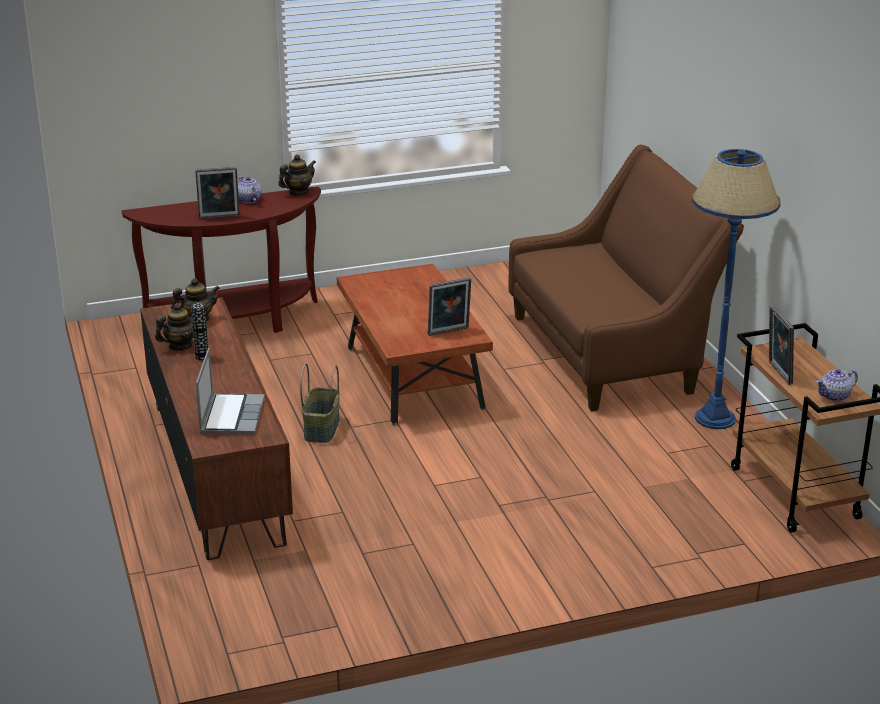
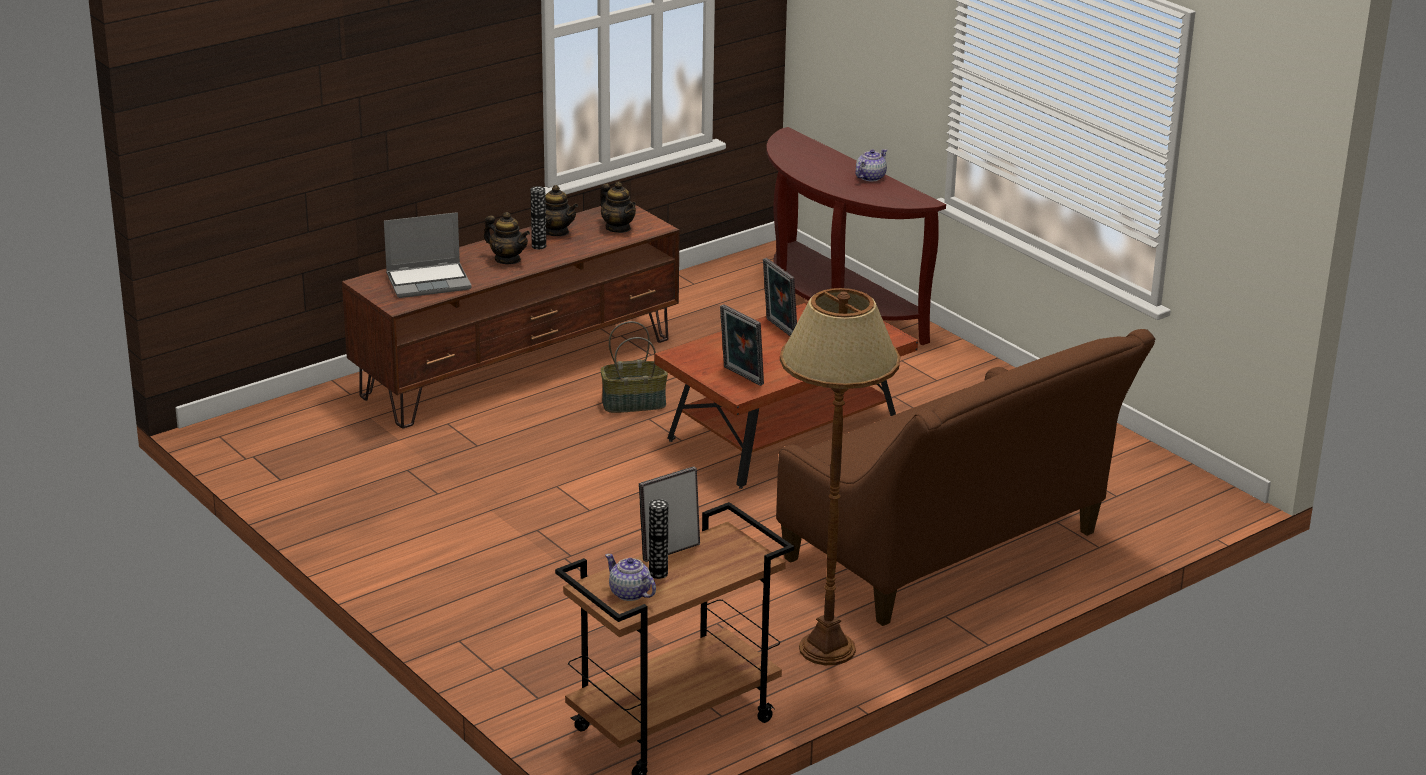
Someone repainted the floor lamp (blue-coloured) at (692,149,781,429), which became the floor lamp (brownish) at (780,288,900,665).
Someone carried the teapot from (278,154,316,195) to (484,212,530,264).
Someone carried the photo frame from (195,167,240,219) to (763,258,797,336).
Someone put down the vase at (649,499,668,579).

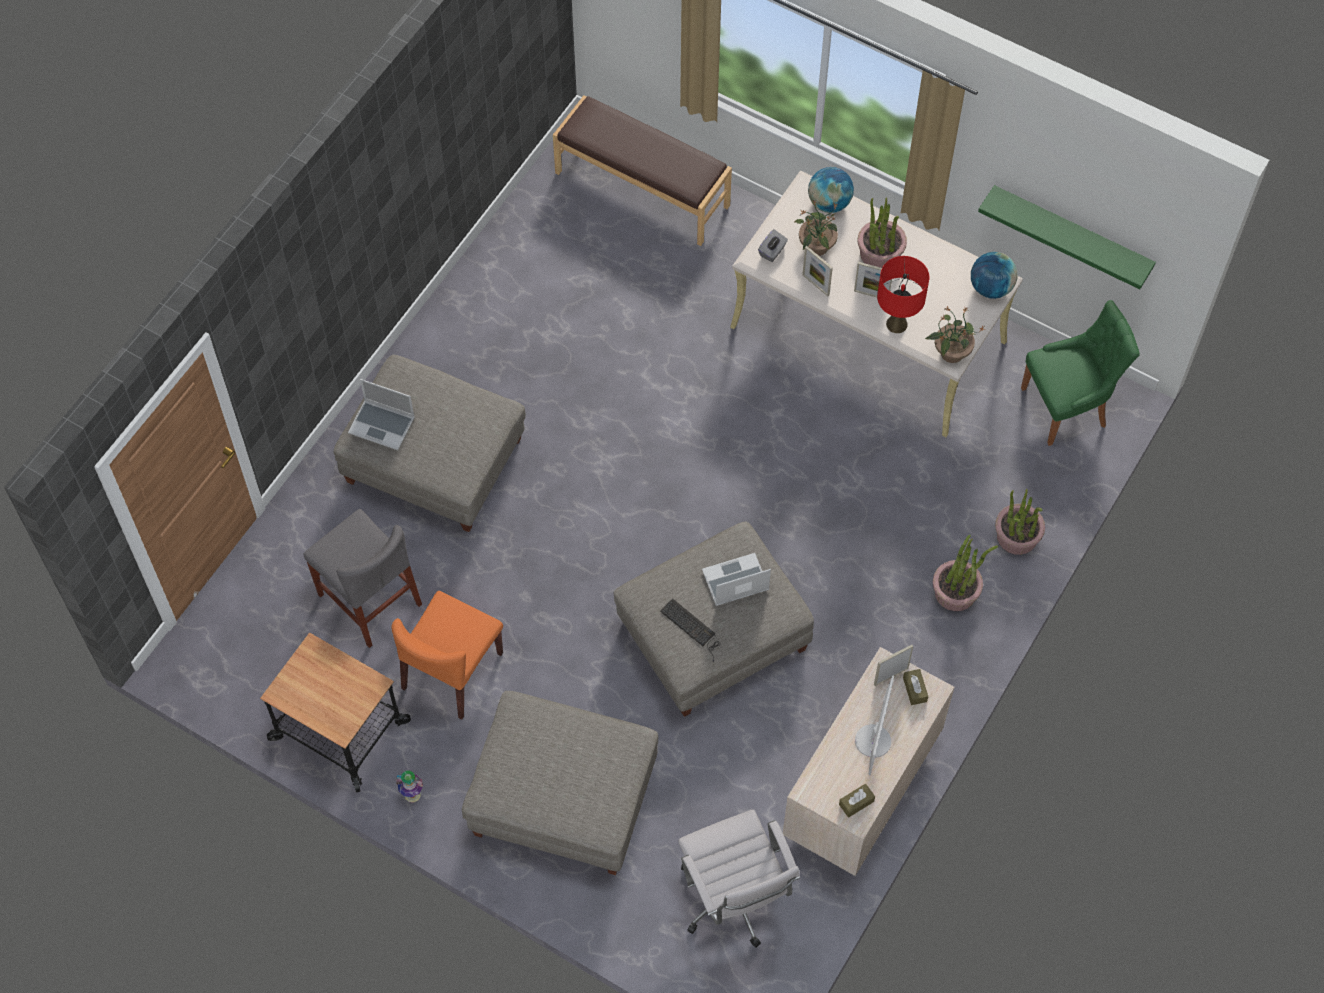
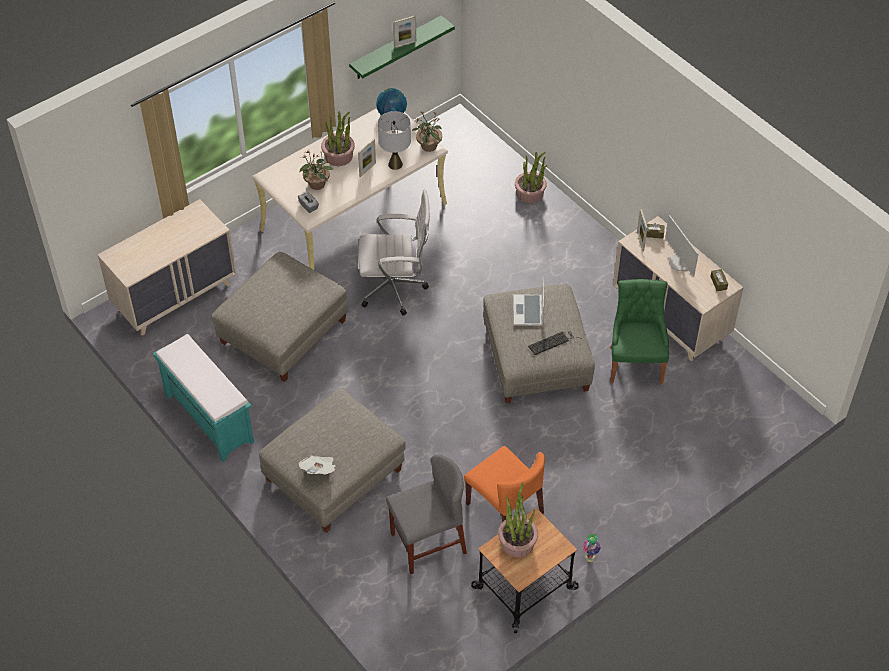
Someone swapped the bench (brownish) at (553,95,732,246) for the dresser (sand-coloured) at (98,199,236,336).
Someone took away the desk globe at (808,167,854,213).
Someone carried the photo frame from (802,246,833,296) to (393,15,416,48).
Someone repainted the lamp for a table (reddish) at (877,256,929,333), which became the lamp for a table (gray) at (378,111,411,170).
Someone carried the plain chair (green-coloured) from (1021,300,1140,446) to (610,279,669,384).
Someone swapped the portable computer at (348,379,415,450) for the newspaper at (299,455,335,475).
Someone carried the potted plant from (933,535,998,611) to (498,483,538,557).
Someone rotated the computer display at (855,675,894,776) by 150 degrees counterclockwise.
Someone carried the ottoman (gray) from (462,691,658,875) to (211,252,348,382).
Someone carried the office chair (white-coloured) from (678,810,800,948) to (359,189,430,315).
Someone put down the bench (turquoise) at (153,334,254,462).

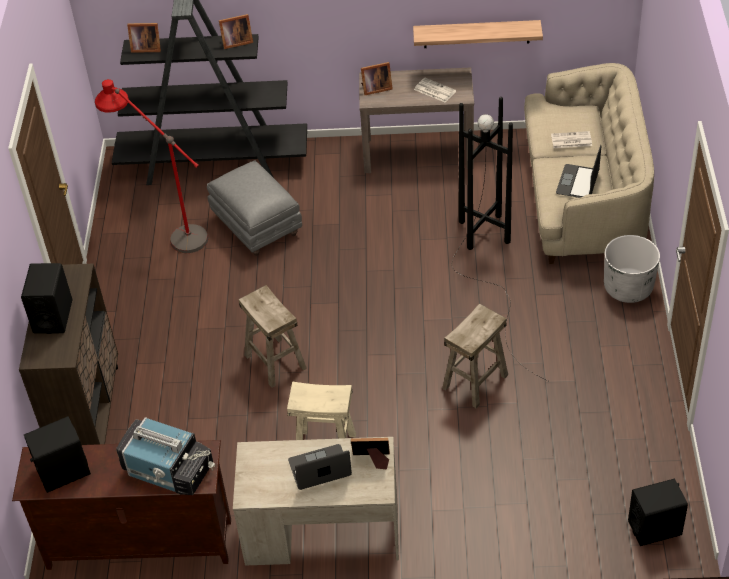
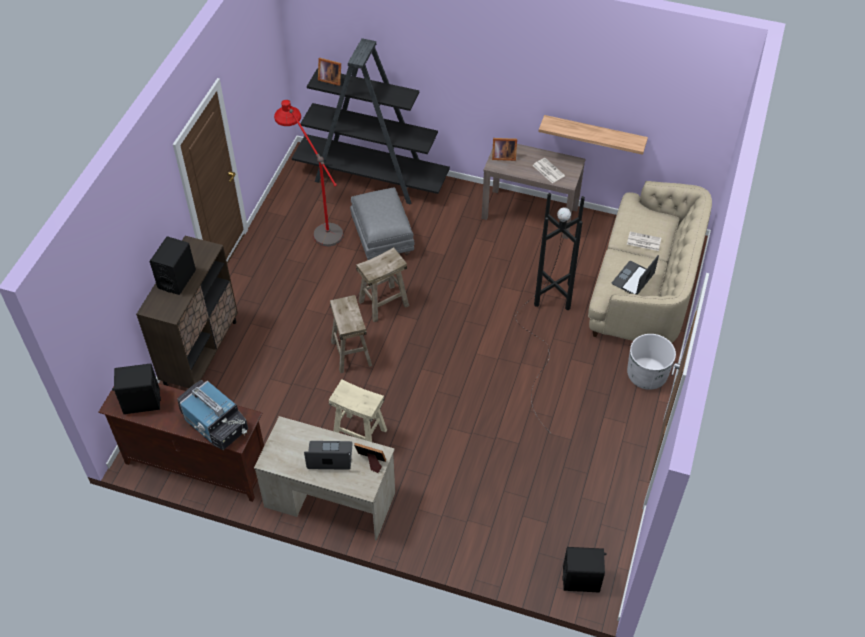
Someone took away the photo frame at (219,14,253,49).
Someone carried the stool (sand-coloured) from (442,303,508,408) to (356,247,409,323).

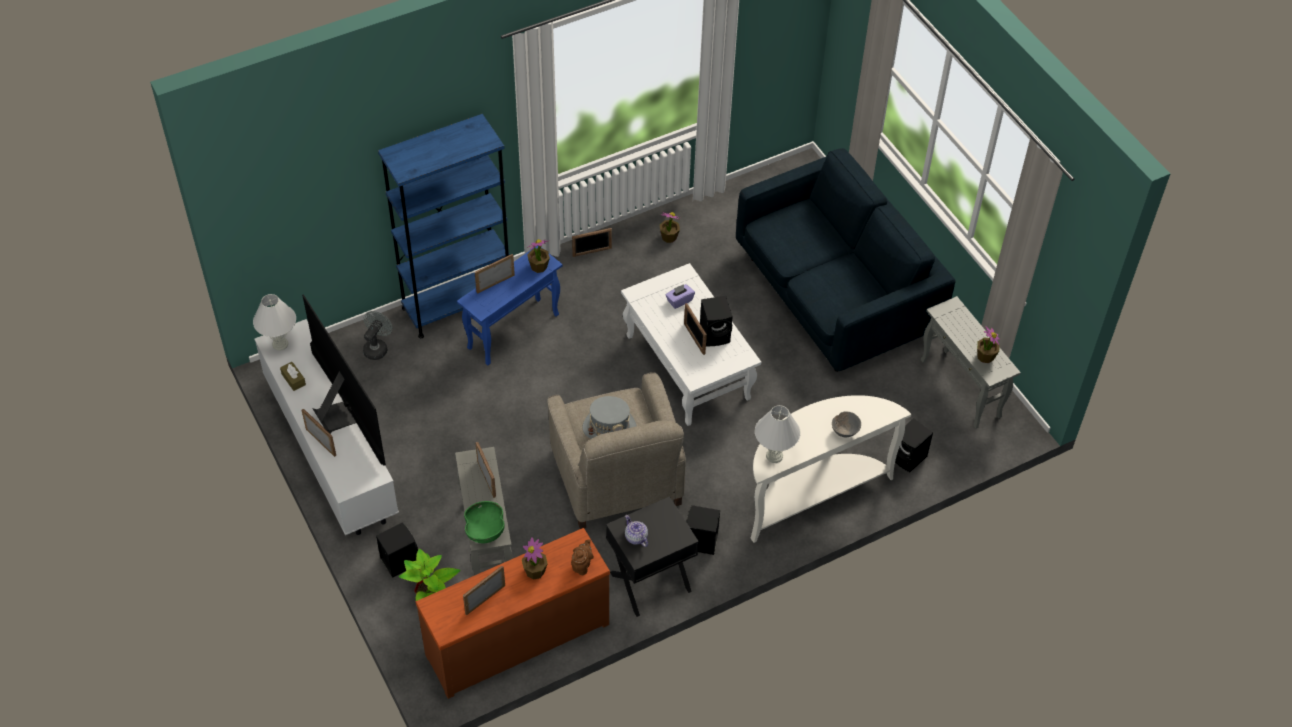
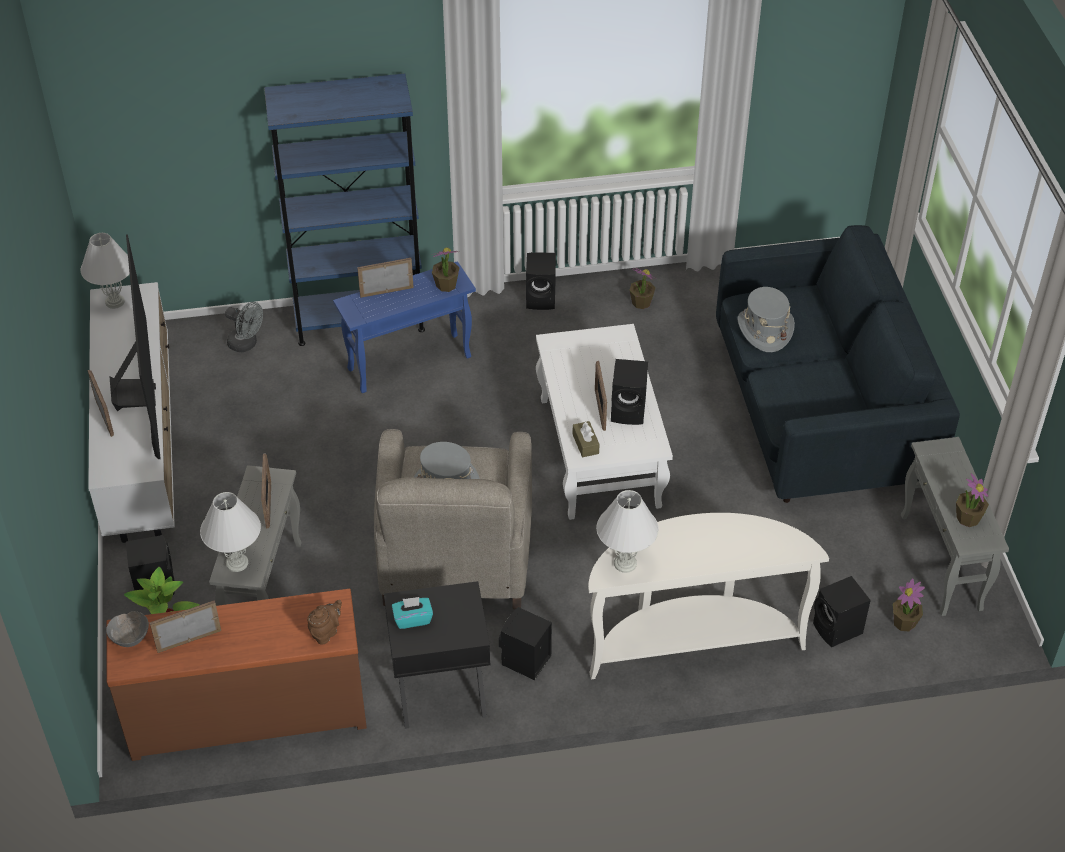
Someone swapped the photo frame at (572,228,612,257) for the loudspeaker (black) at (526,252,556,310).
Someone took away the box of tissues (purple-coloured) at (665,284,695,309).
Someone rotated the electric fan (gray) at (363,311,393,360) by 75 degrees clockwise.
Someone carried the box of tissues (brownish) from (280,362,306,391) to (572,421,600,457).
Someone carried the bowl (gray) from (832,411,861,437) to (106,611,149,647).
Someone swapped the bowl (green-coloured) at (464,501,505,544) for the lamp for a table (white-coloured) at (200,492,261,572).
Someone swapped the teapot at (625,515,648,547) for the box of tissues (turquoise) at (392,597,433,629).
Someone carried the potted plant from (522,537,548,580) to (893,579,925,631).
Someone put down the wearable hat (gray) at (738,287,795,352).

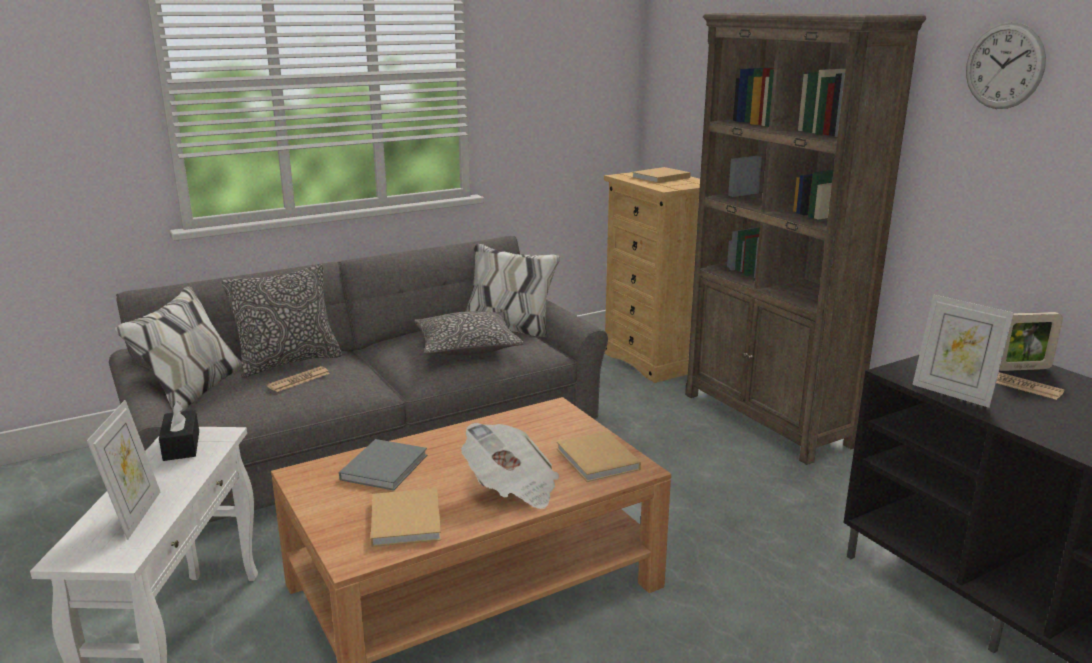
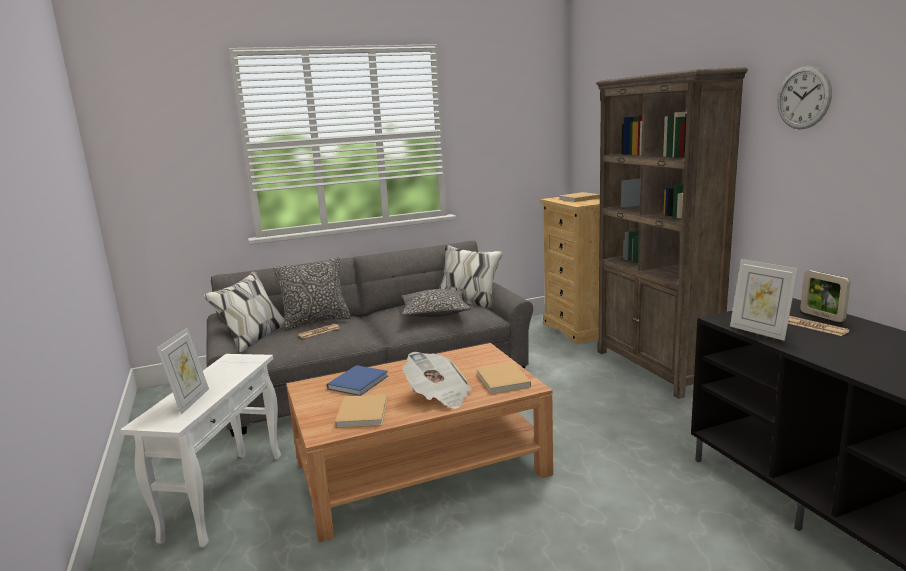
Someone rotated the photo frame at (999,312,1063,371) by 60 degrees clockwise.
Someone took away the box of tissues (black) at (159,401,199,461).
Someone repainted the book (gray) at (339,439,427,490), which became the book (blue-coloured) at (327,365,388,396).

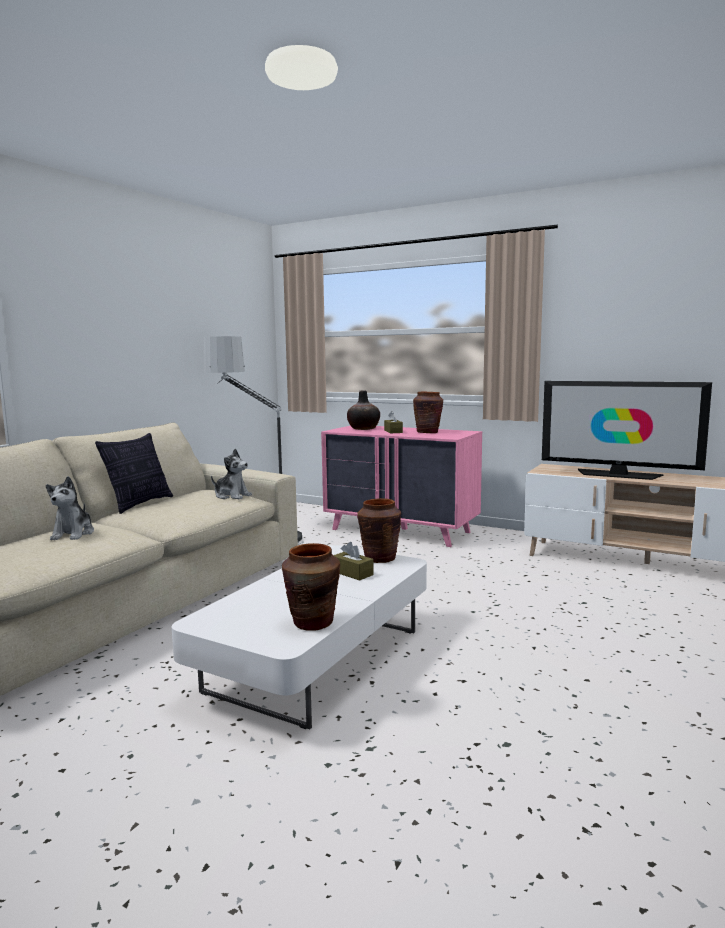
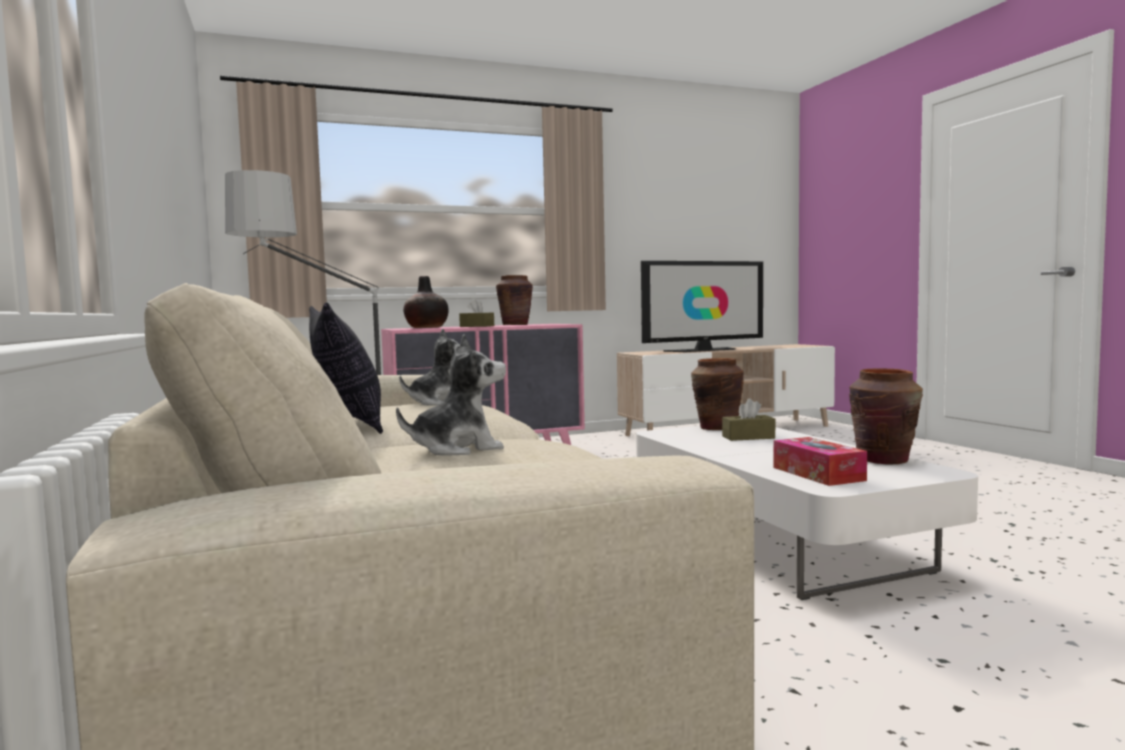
Someone rotated the plush toy at (46,476,94,540) by 60 degrees counterclockwise.
Someone put down the box of tissues at (773,437,867,486).

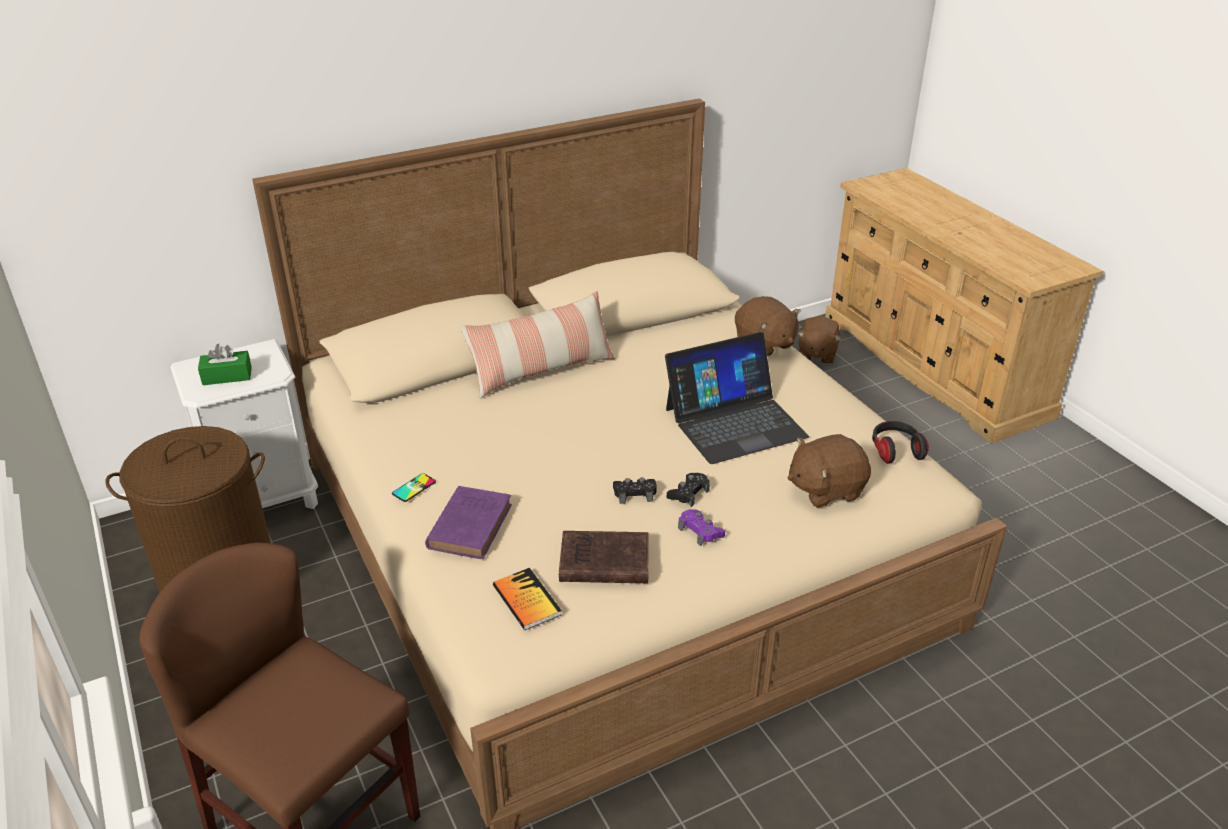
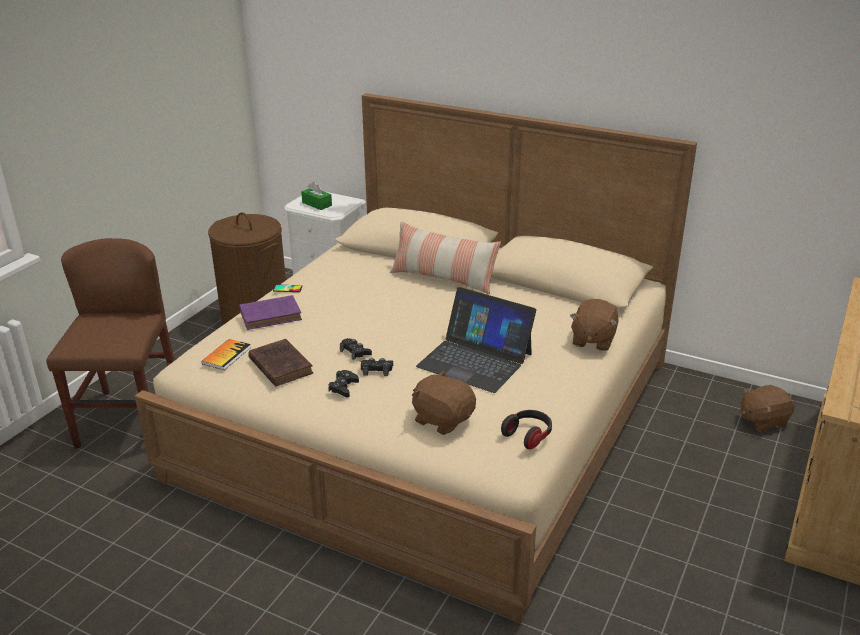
Someone repainted the gamepad (purple-coloured) at (678,510,725,546), which became the gamepad (black) at (328,370,359,397).

